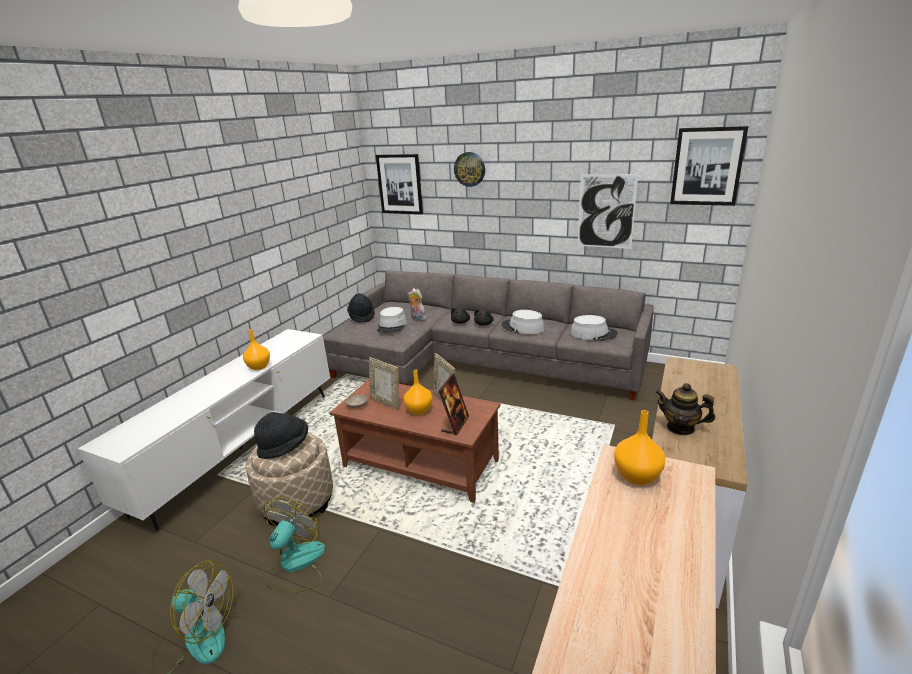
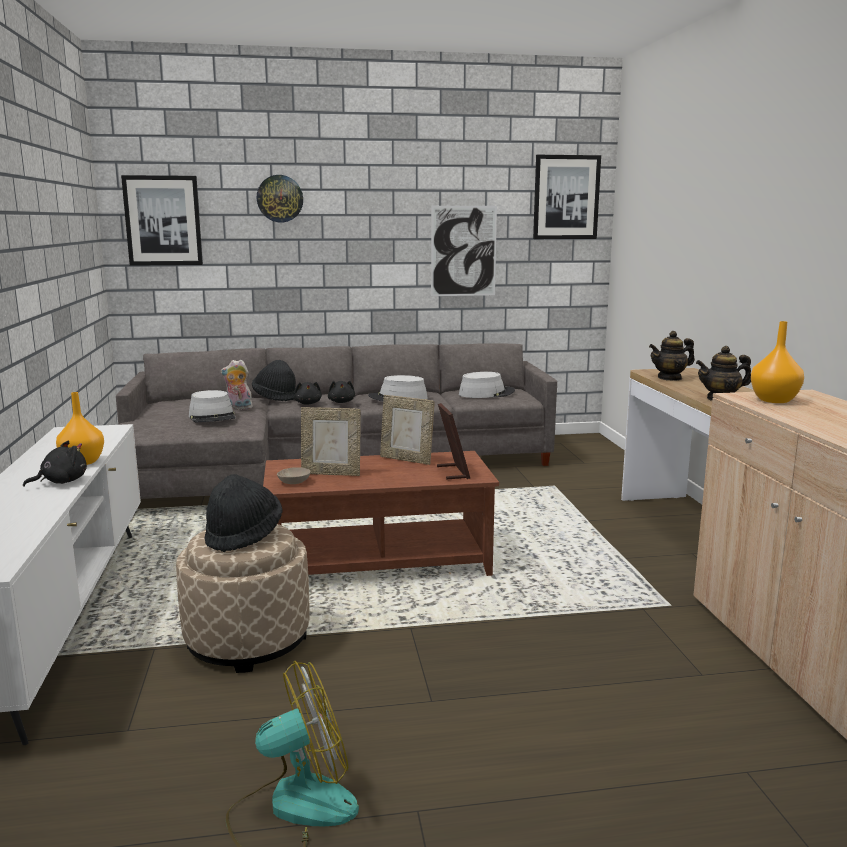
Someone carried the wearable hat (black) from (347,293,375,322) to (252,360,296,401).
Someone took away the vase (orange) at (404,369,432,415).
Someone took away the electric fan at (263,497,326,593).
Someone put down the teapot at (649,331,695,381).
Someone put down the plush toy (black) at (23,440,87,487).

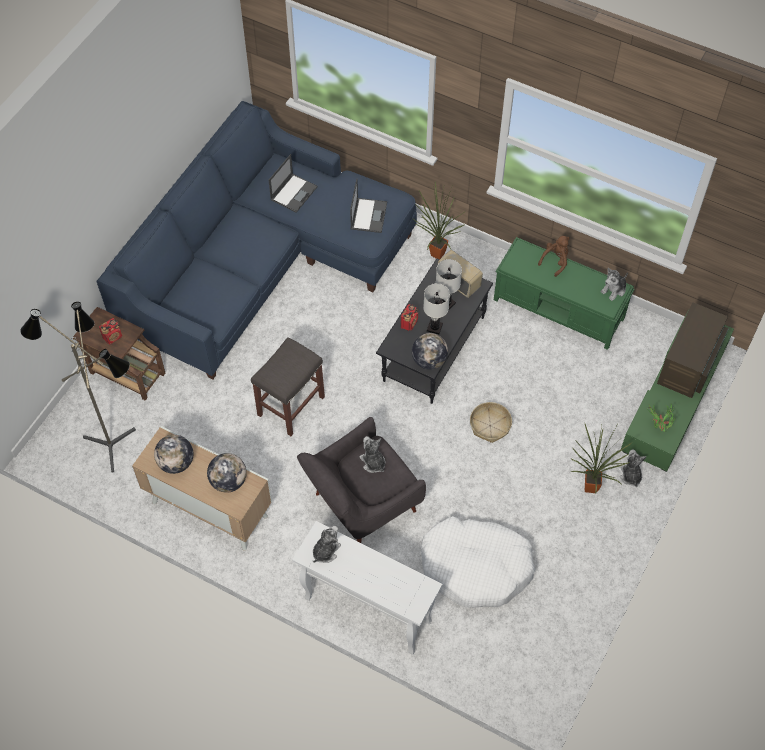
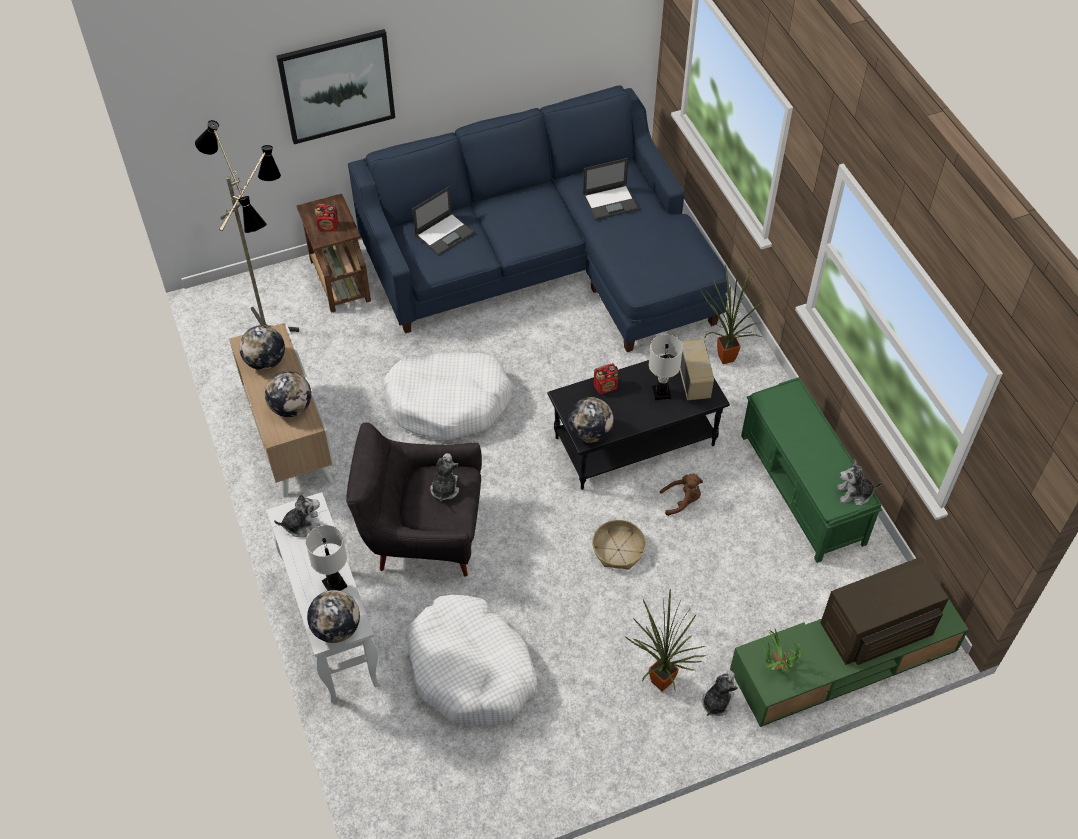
Someone carried the portable computer from (350,179,387,233) to (412,186,475,256).
Someone carried the plush toy (brownish) from (538,236,570,277) to (660,474,703,516).
Someone carried the lamp for a table (white-coloured) from (423,283,450,334) to (306,525,347,591).
Someone swapped the stool (gray) at (251,337,325,436) for the dog cushion (white-coloured) at (383,352,512,440).
Someone put up the wall art at (276,29,395,144).
Someone put down the desk globe at (307,590,360,643).

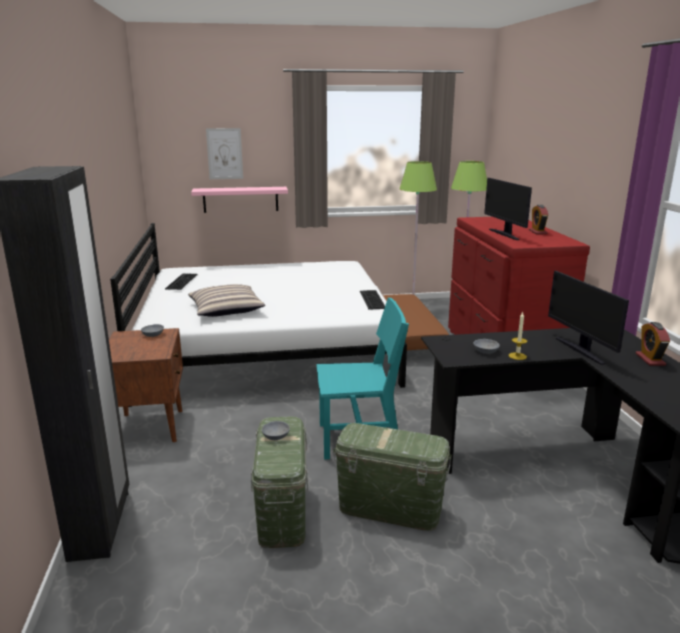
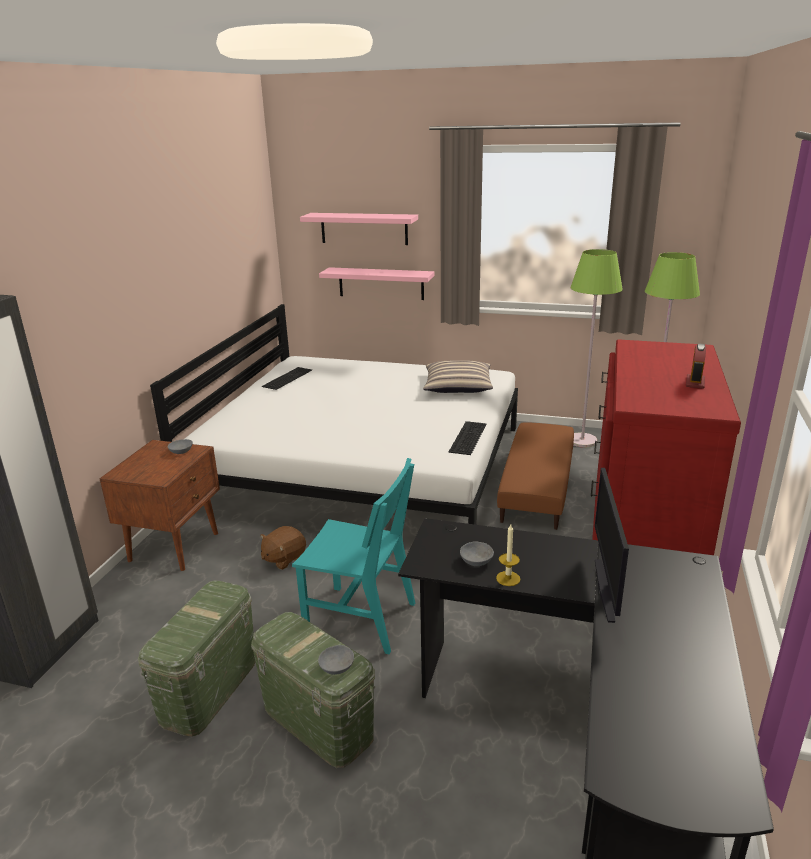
Someone swapped the wall art at (206,128,243,179) for the bracket shelf (pink-coloured) at (300,213,418,245).
Someone took away the computer display at (484,178,532,240).
Someone carried the pillow from (188,284,265,317) to (423,360,493,393).
Someone took away the alarm clock at (636,322,670,366).
Someone carried the bowl (gray) from (262,421,290,440) to (318,645,354,675).
Someone put down the plush toy (brownish) at (260,526,306,570).

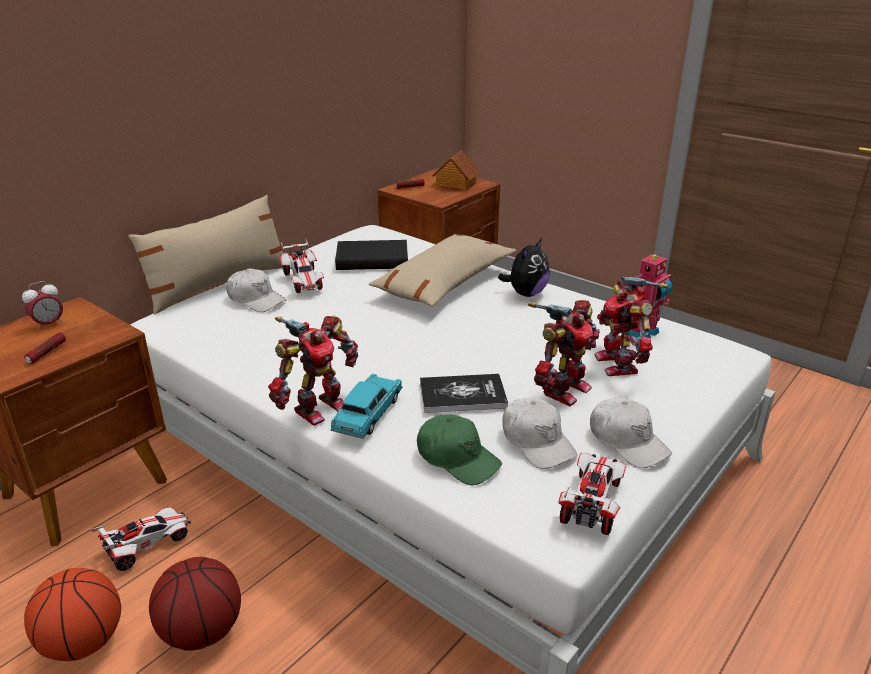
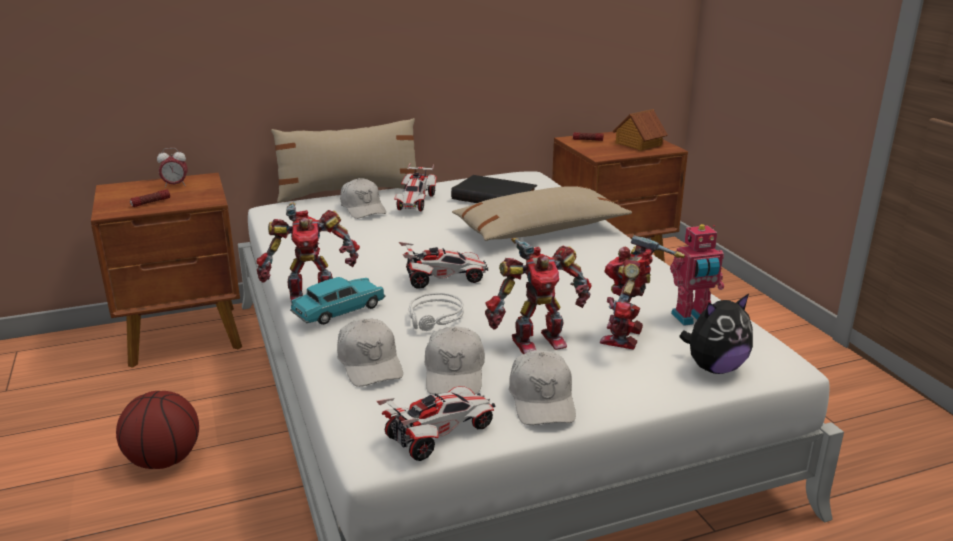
Someone carried the plush toy from (498,238,549,297) to (679,294,753,374).
Someone swapped the book at (420,374,508,413) for the pair of headphones (gray) at (408,293,464,331).
Someone repainted the peaked cap (green-coloured) at (417,414,502,485), which became the peaked cap (white-coloured) at (337,319,403,387).
Someone carried the toy car from (90,507,191,571) to (399,242,488,289).
Someone took away the basketball at (24,568,121,661).

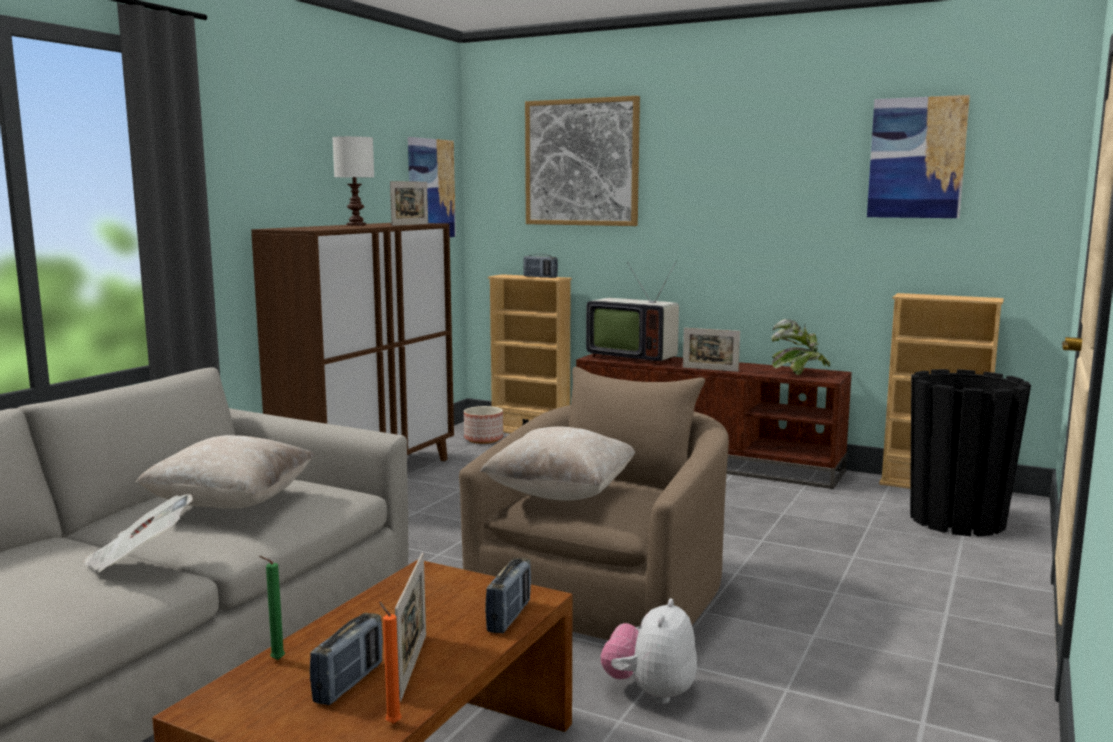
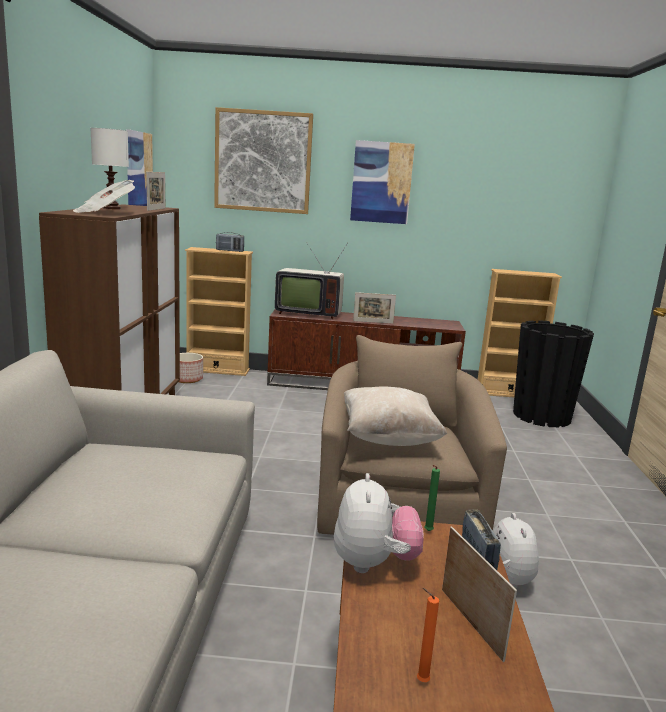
Someone carried the wall art from (867,95,970,218) to (350,140,415,224).
Someone took away the potted plant at (772,319,830,375).
Someone took away the pillow (sand-coloured) at (135,435,315,509).
Someone carried the newspaper from (84,494,193,573) to (73,180,135,213).
Someone carried the wax candle (green-coloured) from (259,556,285,660) to (424,465,440,531).
Someone carried the wax candle (orange) from (379,601,402,724) to (417,588,439,682).
Someone took away the radio at (310,613,383,705).
Someone put down the plush toy at (334,473,424,573).

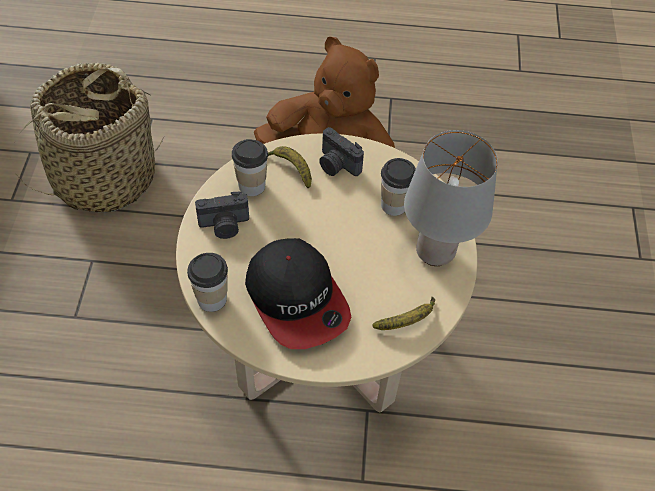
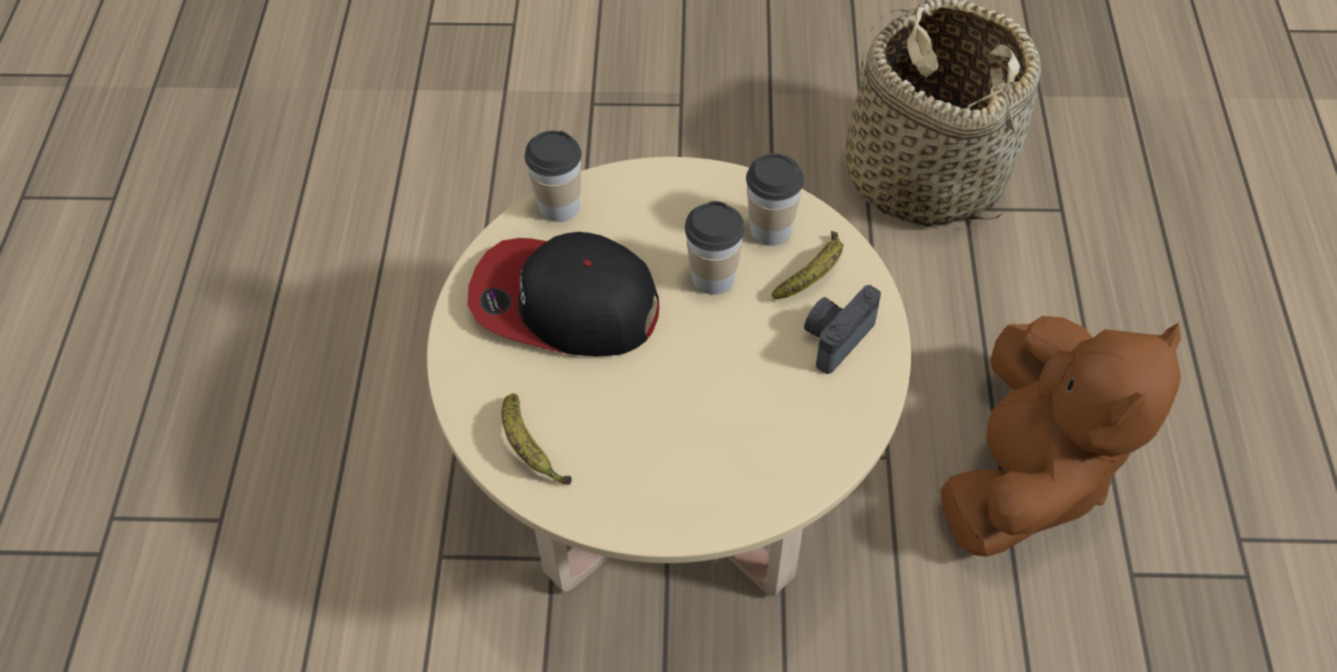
Someone took away the lamp for a table (gray) at (404,130,498,266).
Someone carried the small cup from (381,158,416,216) to (685,201,744,295).
Someone took away the still camera at (195,192,249,239).
Someone rotated the peaked cap at (245,238,351,349) by 45 degrees clockwise.

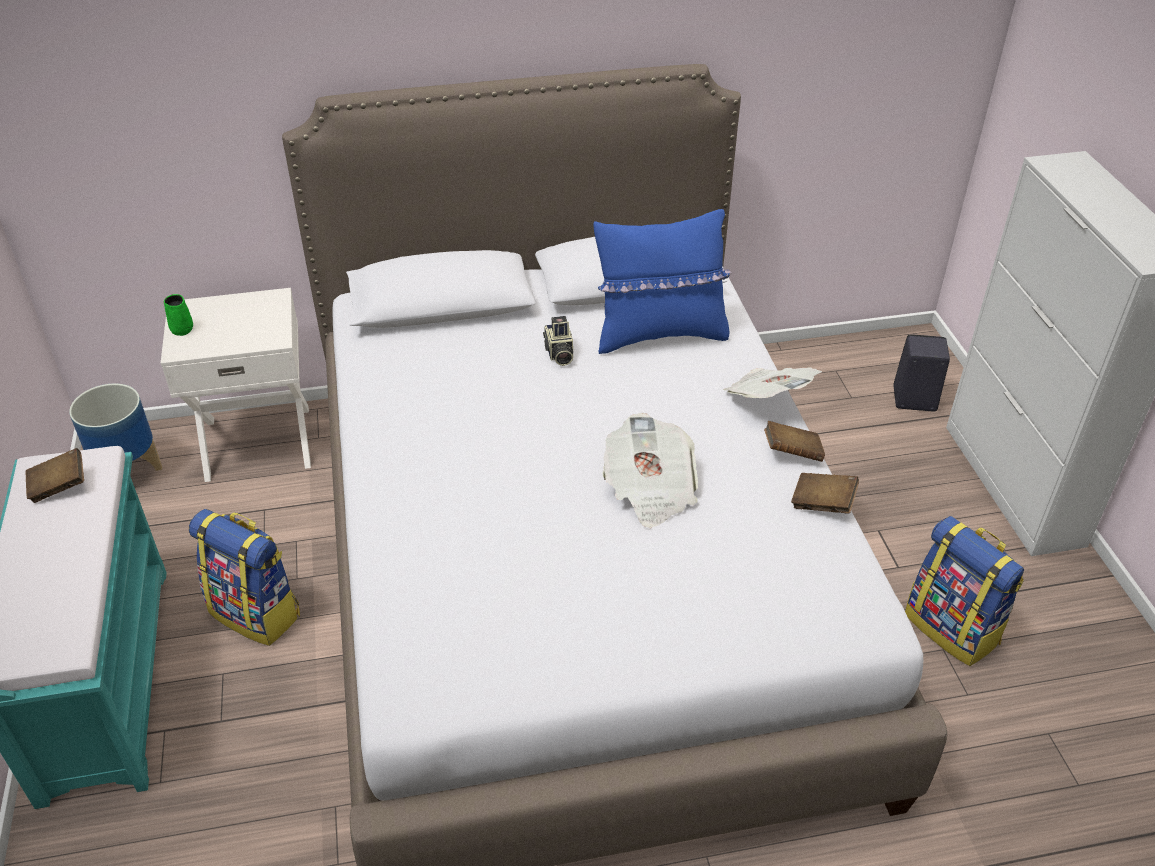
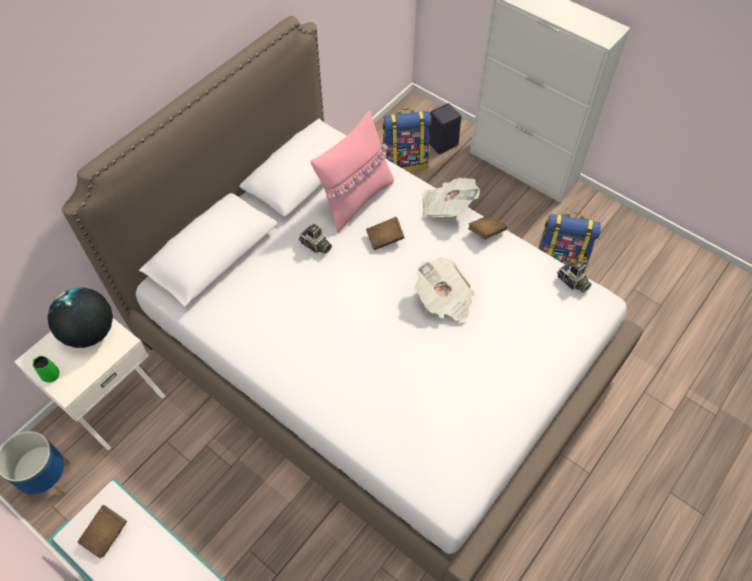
Someone repainted the pillow (blue-coloured) at (593,209,731,354), which became the pillow (pink-coloured) at (311,111,394,233).
Someone carried the book (brownish) from (791,473,859,513) to (366,217,405,250).
Someone carried the rucksack from (189,509,300,646) to (382,108,431,172).
Someone put down the still camera at (557,260,592,293).
Someone put down the desk globe at (48,288,113,348).

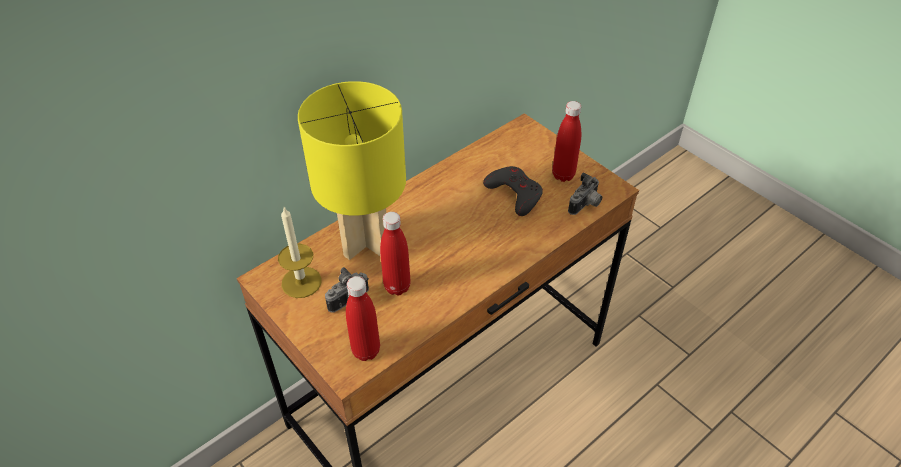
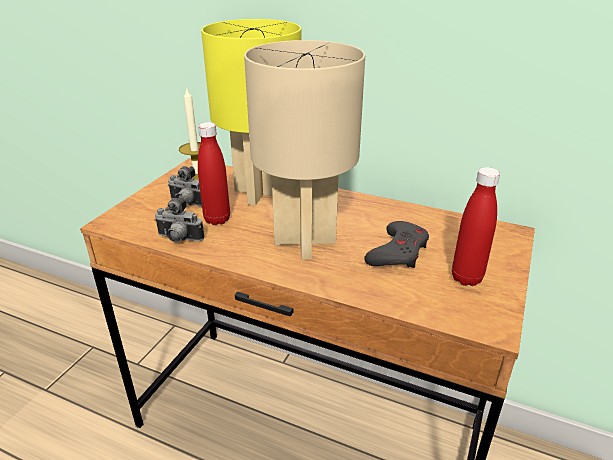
Someone carried the still camera from (568,172,602,215) to (154,197,204,242).
Someone took away the bottle (reddish) at (346,276,380,361).
Someone put down the lamp for a table (sand-coloured) at (244,40,365,260).

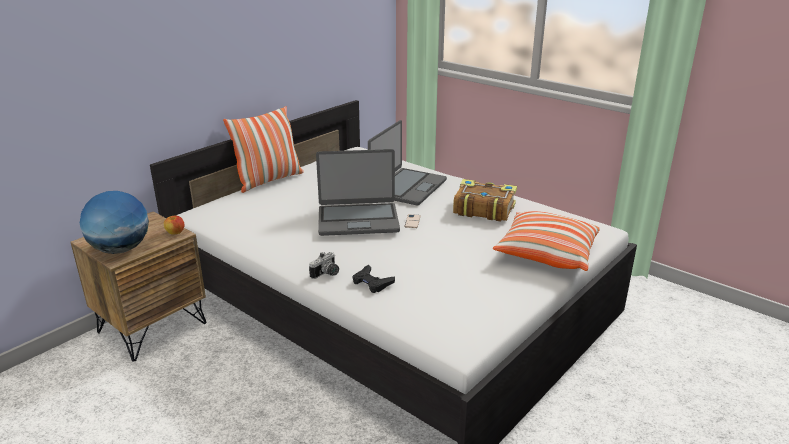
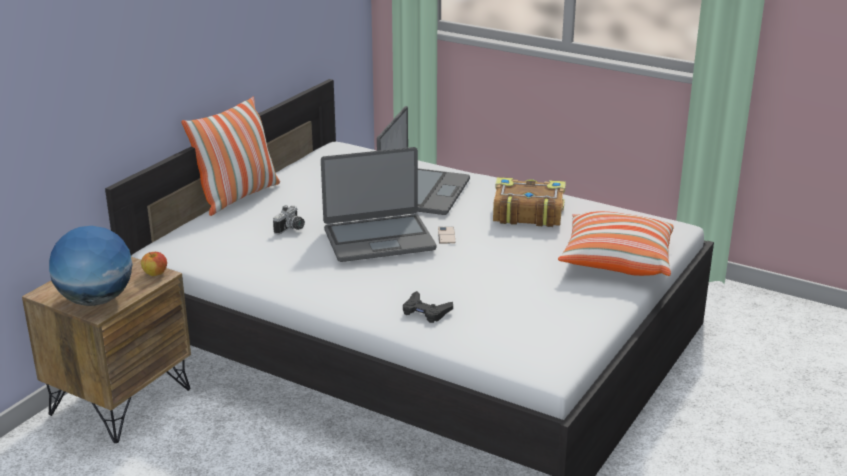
Someone carried the still camera from (309,252,339,279) to (273,205,305,235).

